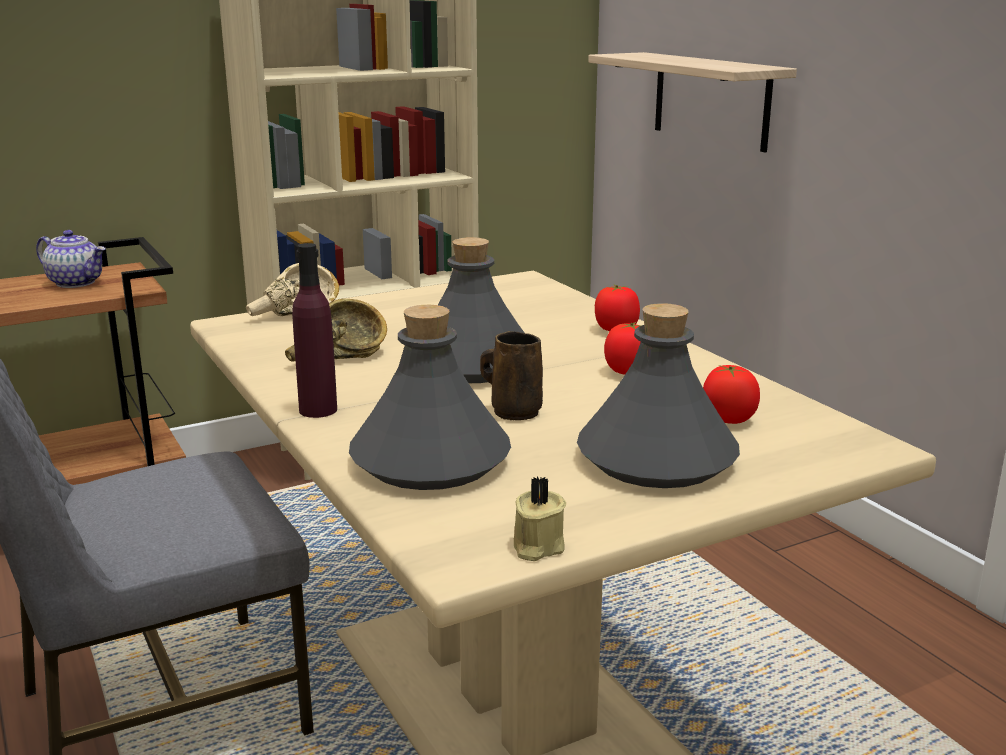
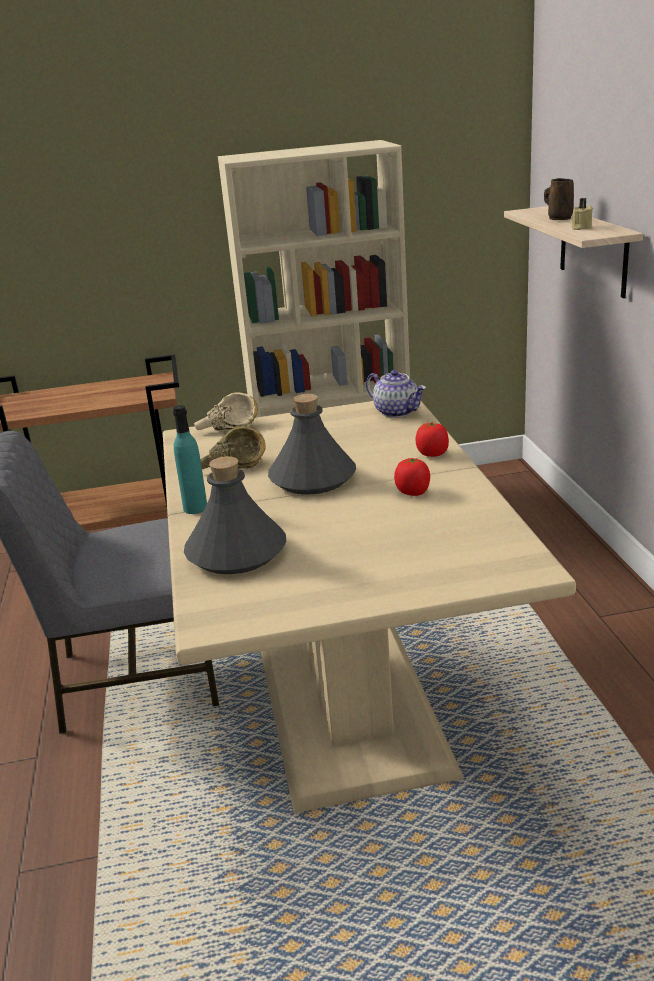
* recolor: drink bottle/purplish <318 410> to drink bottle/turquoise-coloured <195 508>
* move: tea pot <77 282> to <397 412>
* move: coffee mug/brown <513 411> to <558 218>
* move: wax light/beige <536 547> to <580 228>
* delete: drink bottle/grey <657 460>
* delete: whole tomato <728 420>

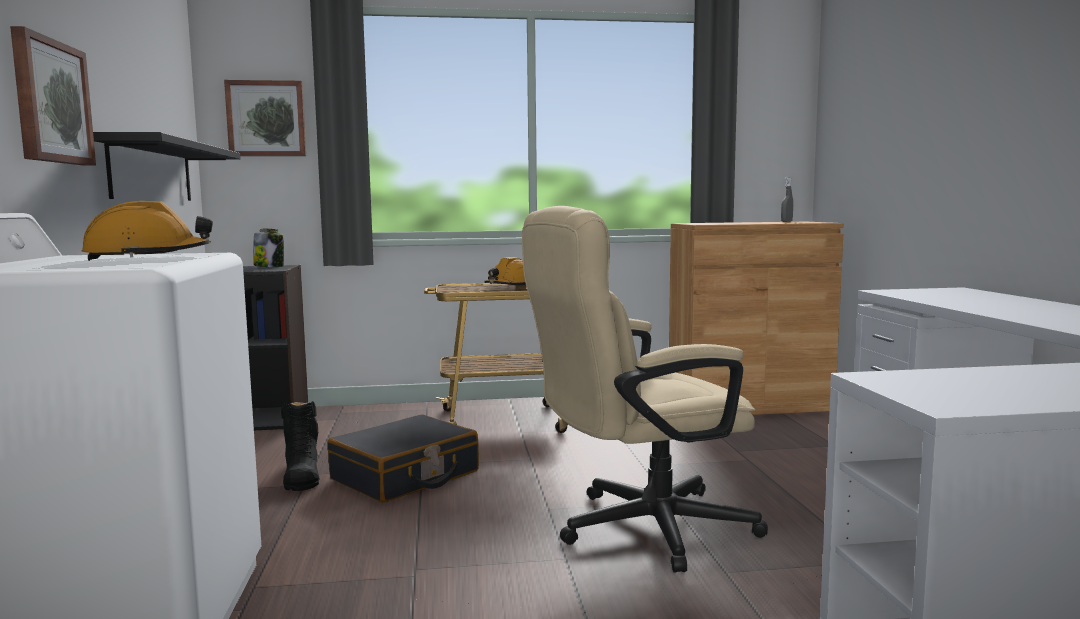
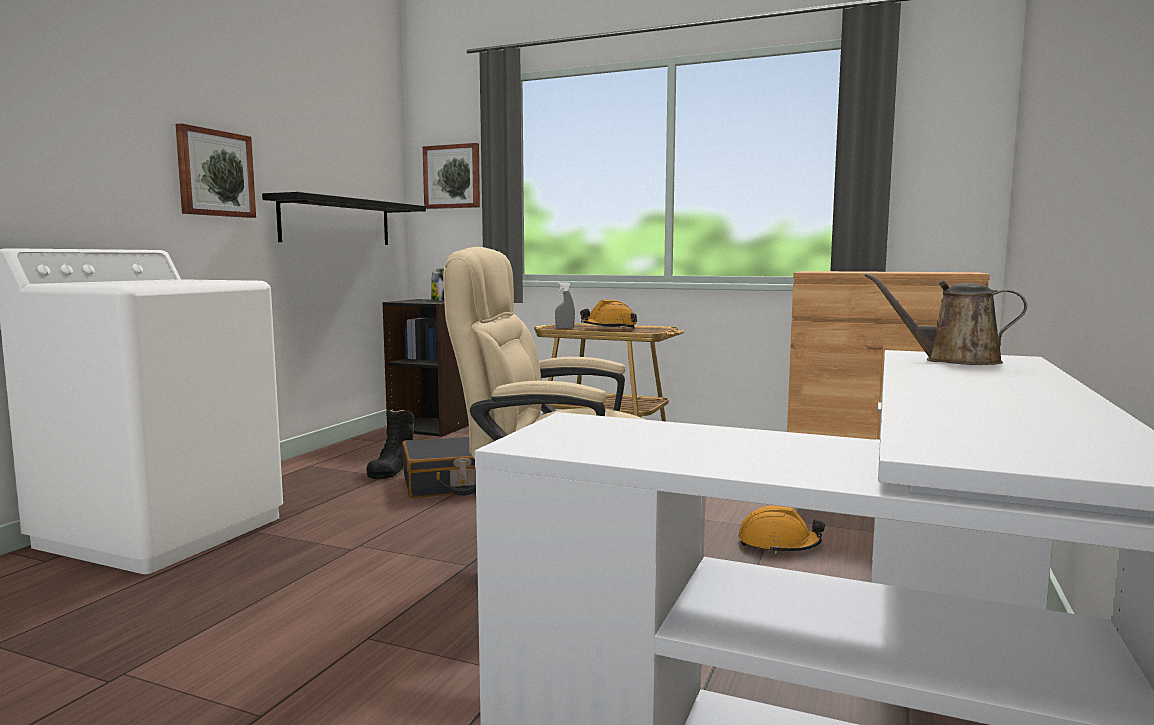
* move: hand sprayer/grey <786 221> to <564 328>
* move: hard hat/orange <148 258> to <778 544>
* insert: watering pot/brown <954 361>

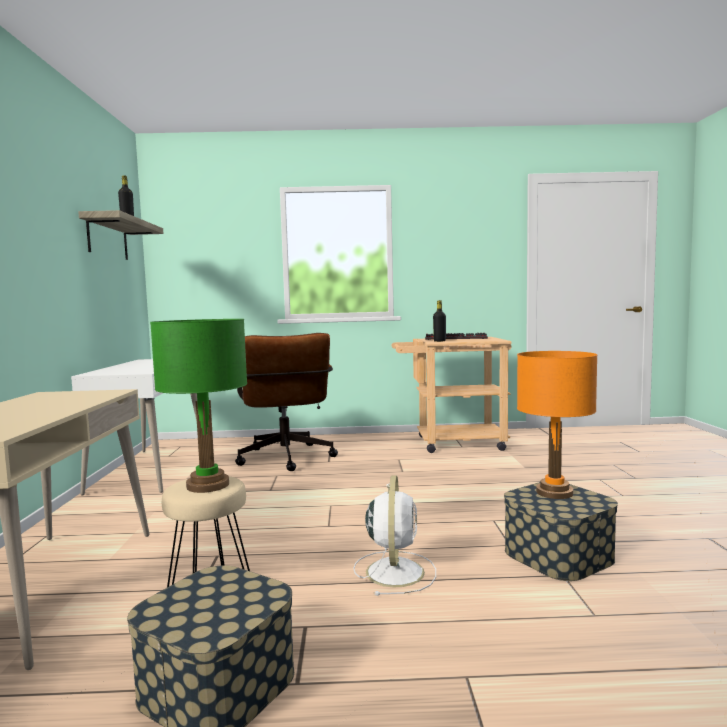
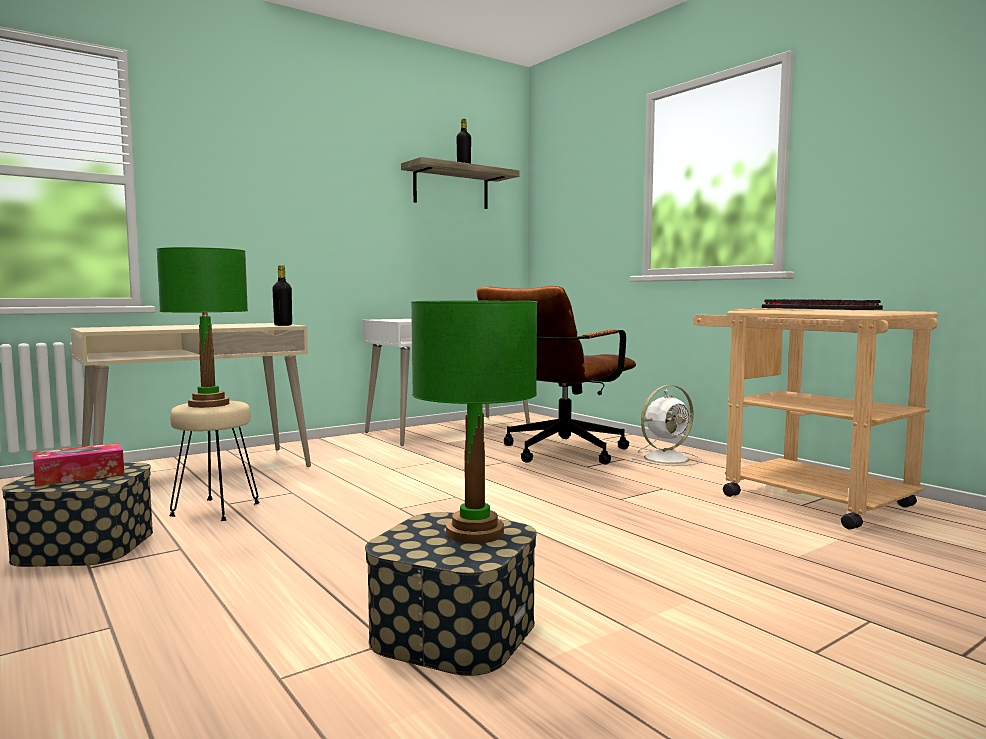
* insert: box of tissues <79 476>
* move: drink bottle/black-coloured <439 341> to <283 325>
* recolor: tabletop lamp/orange <554 492> to tabletop lamp/greenish <475 533>
* move: cooling fan/white <395 571> to <668 458>

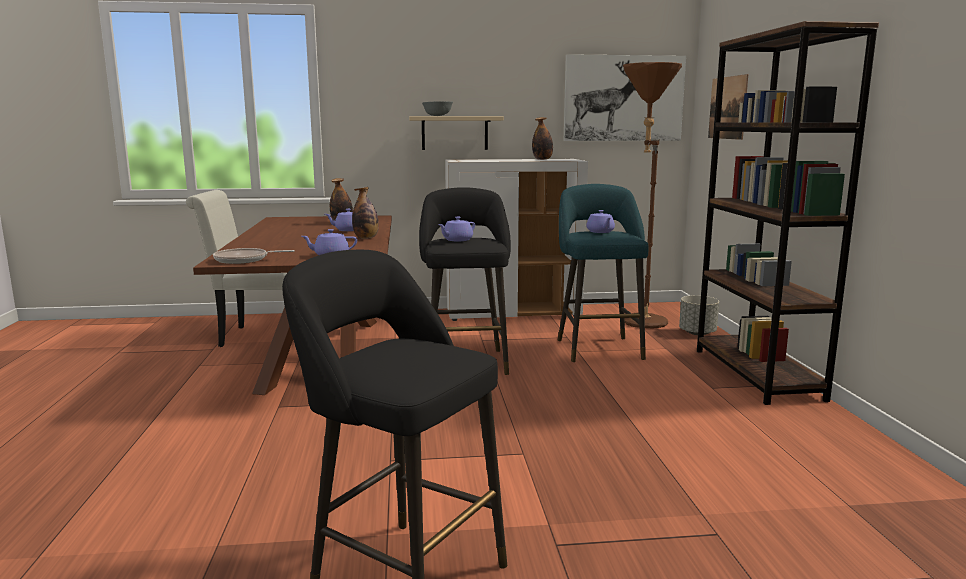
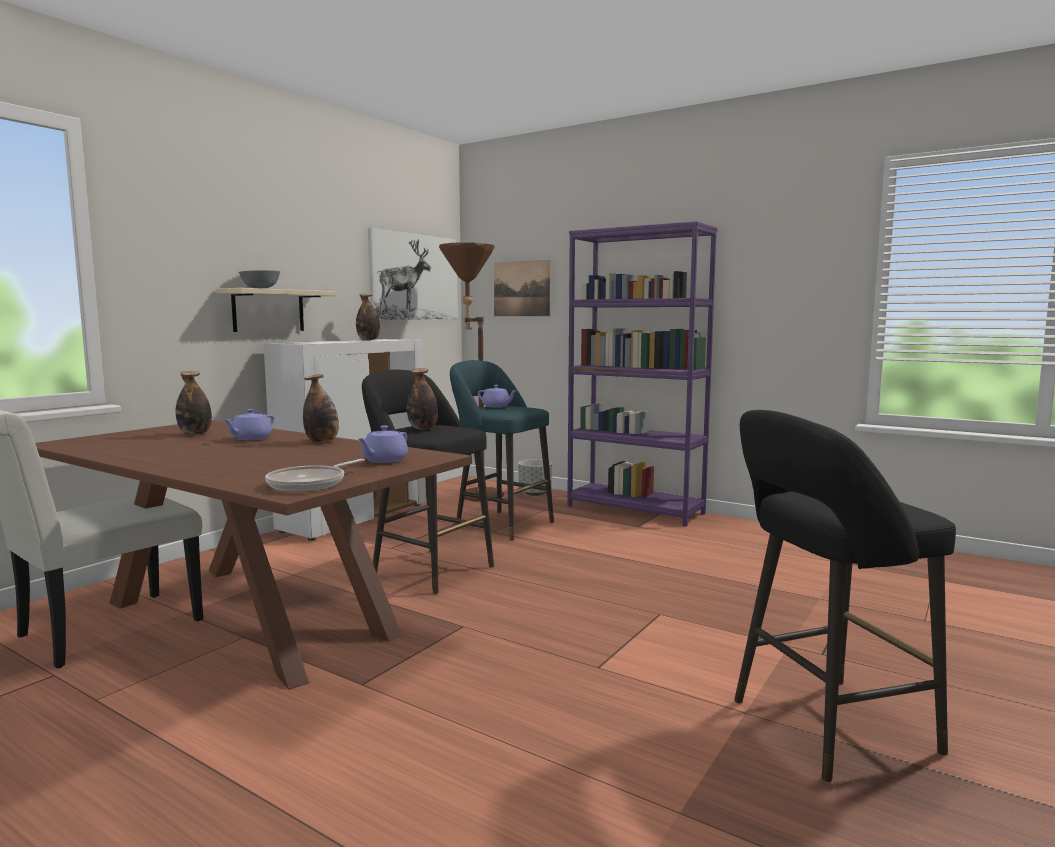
* replace: tea pot/purplish <457 240> to drink bottle <423 428>
* recolor: shelving unit/brown <757 374> to shelving unit/purplish <635 510>

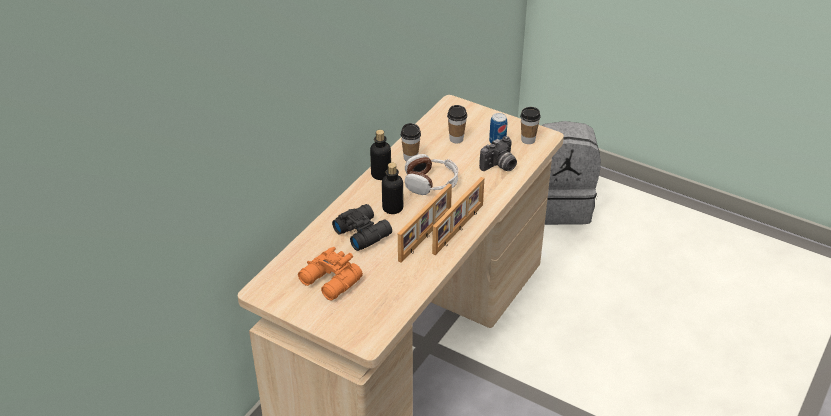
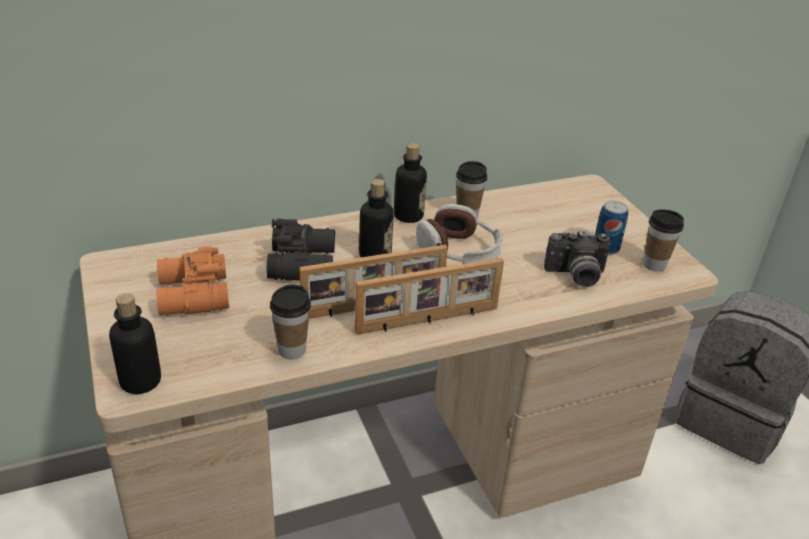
* insert: drink bottle <140 381>
* move: small cup <456 139> to <292 350>

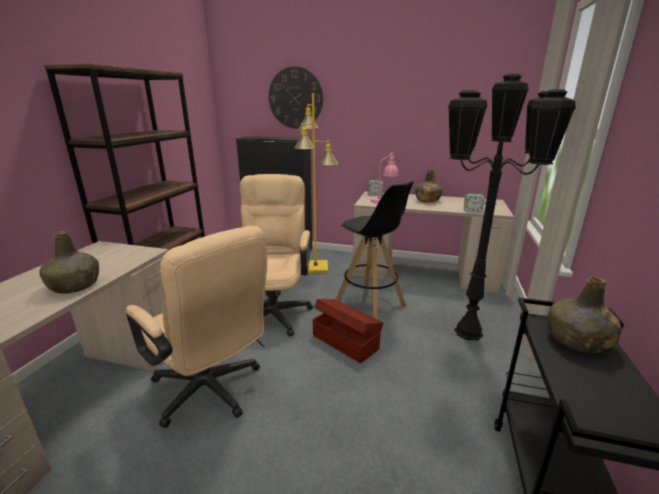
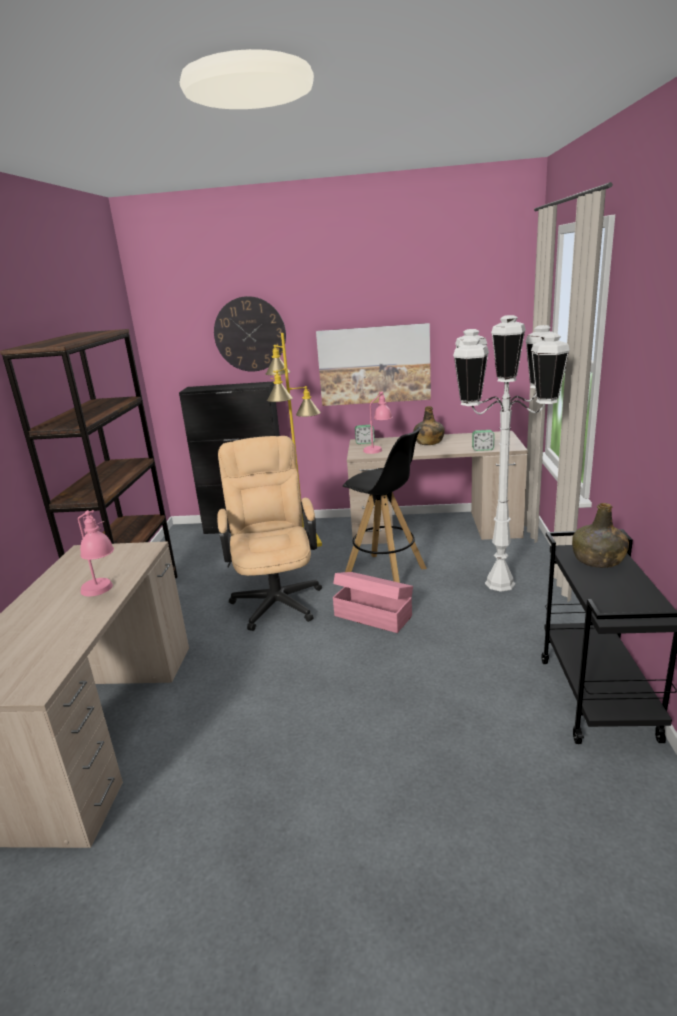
* replace: drink bottle/greenish <75 286> to tabletop lamp/pinkish <103 592>
* insert: wall art <374 365>
* recolor: storage container/brown <345 341> to storage container/pinkish <372 615>
* recolor: standard lamp/black-coloured <468 332> to standard lamp/white <499 583>
* delete: computer chair/beige <212 392>

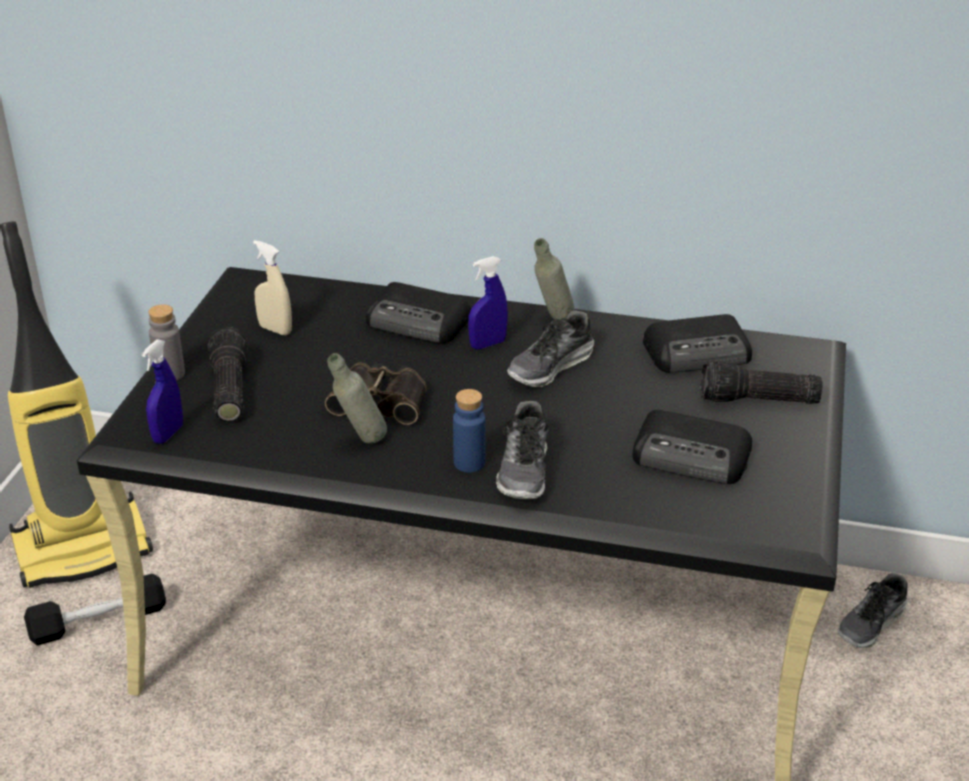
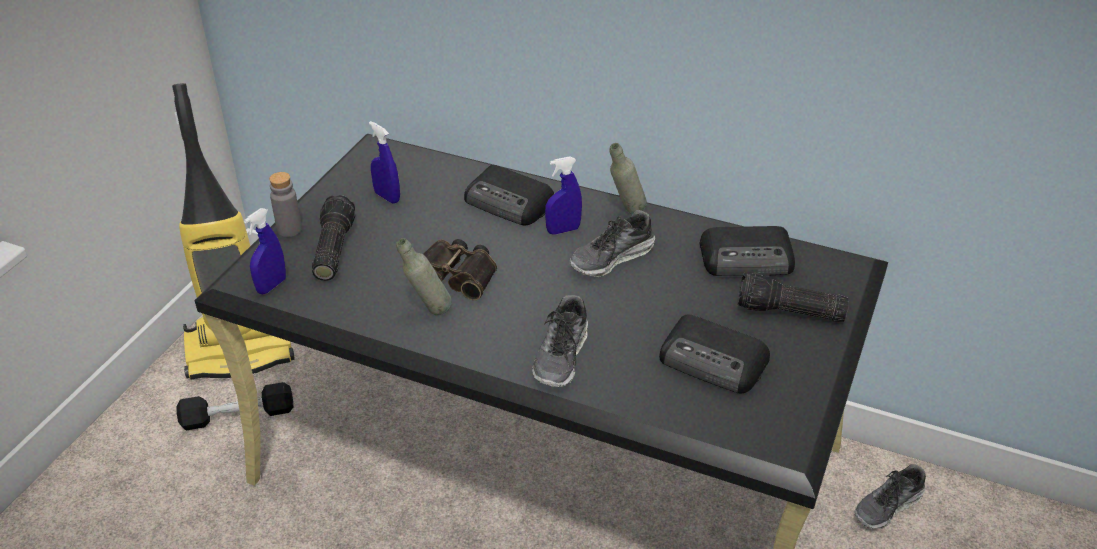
* recolor: hand sprayer/beige <275 329> to hand sprayer/blue-coloured <387 197>
* delete: drink bottle/blue-coloured <469 463>

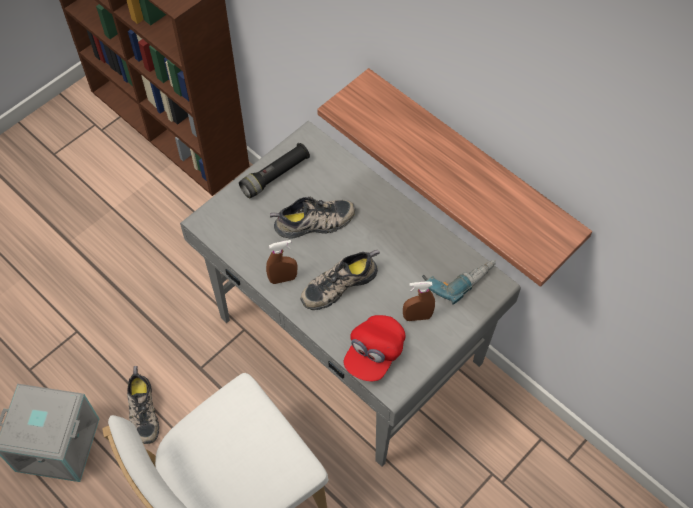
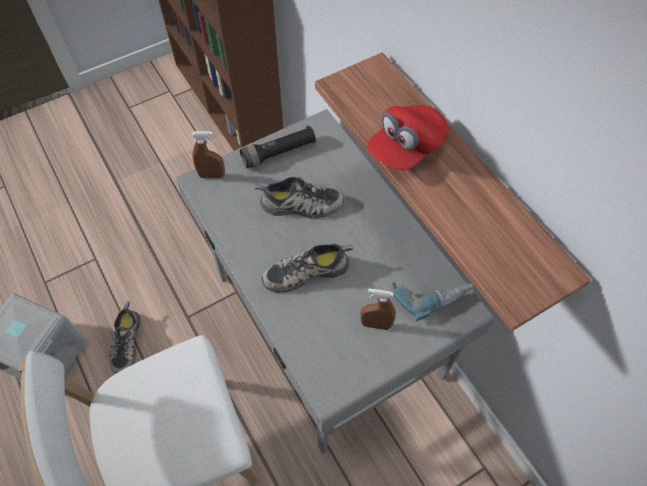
* move: hand sprayer/brown <283 279> to <212 175>
* move: peaked cap/red-coloured <374 354> to <406 148>

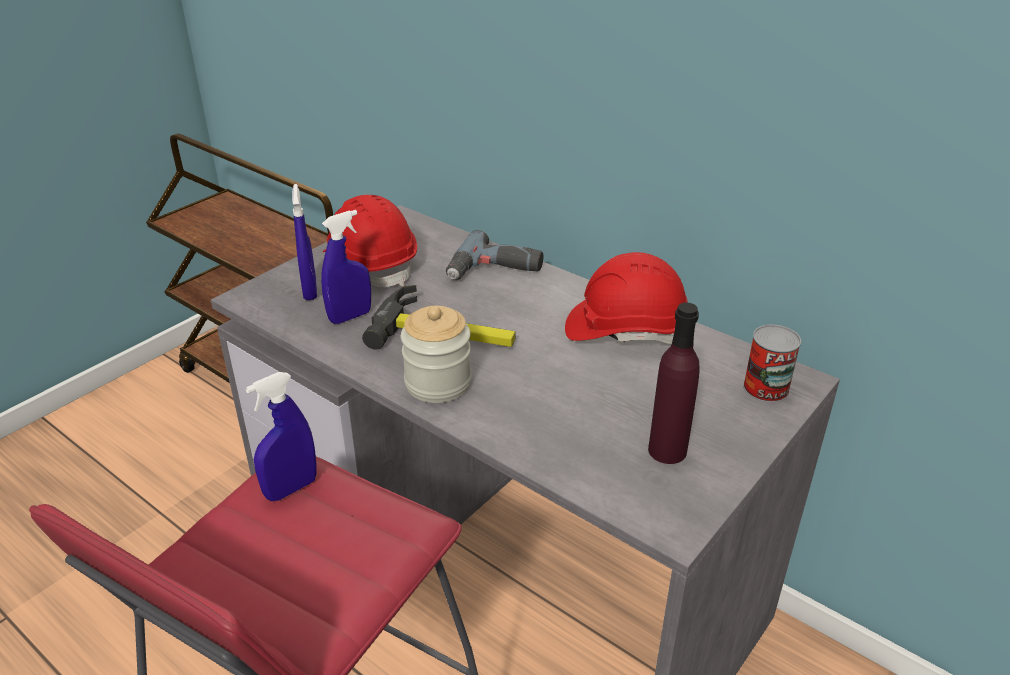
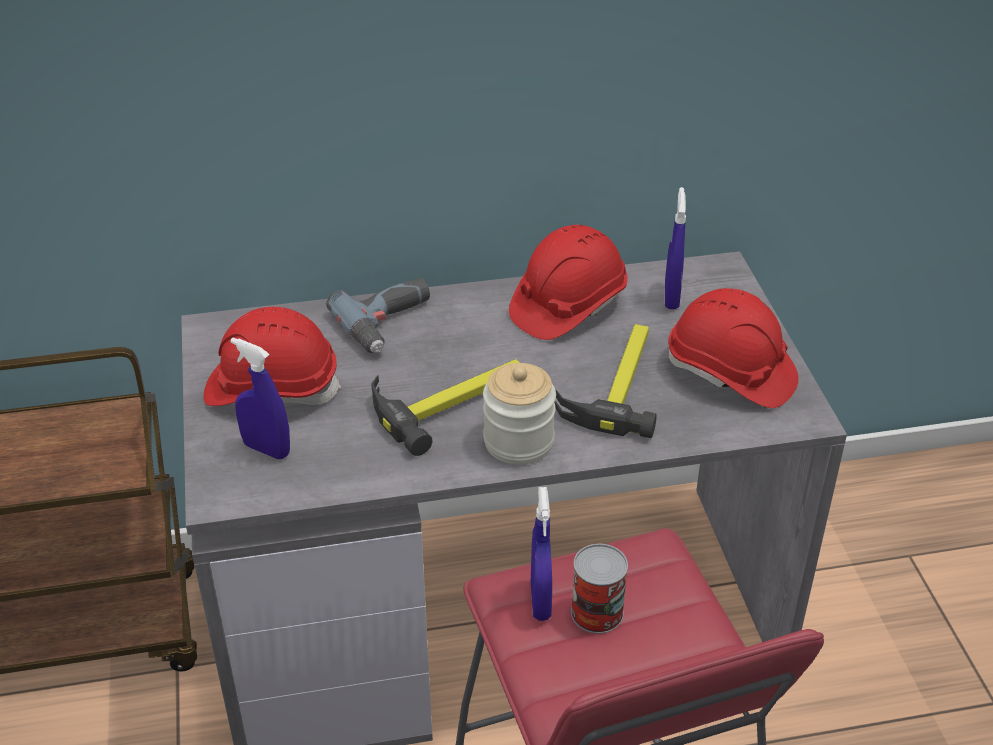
* insert: hand hammer <616 383>
* move: metal can <766 388> to <597 612>
* move: hand sprayer/blue-coloured <350 317> to <671 297>
* replace: drink bottle/purplish <667 450> to hard hat/red-coloured <730 373>

